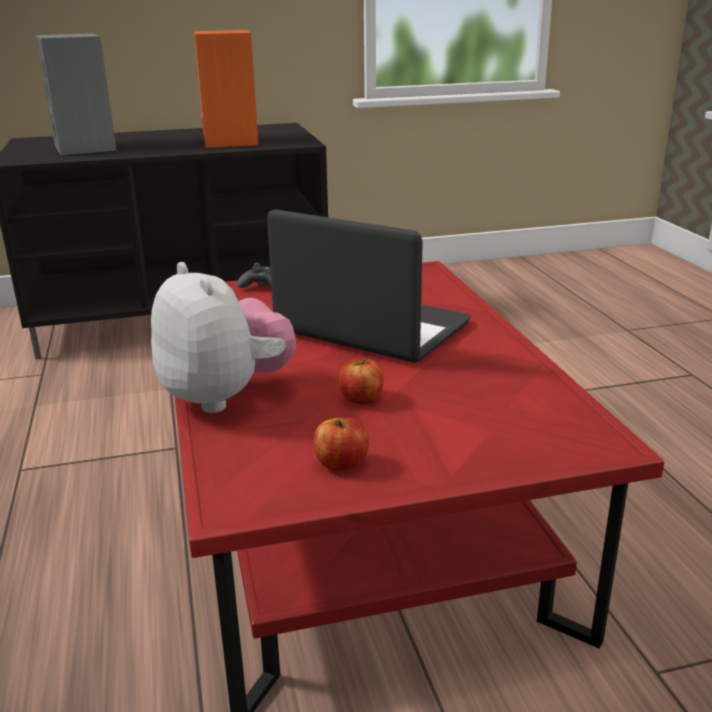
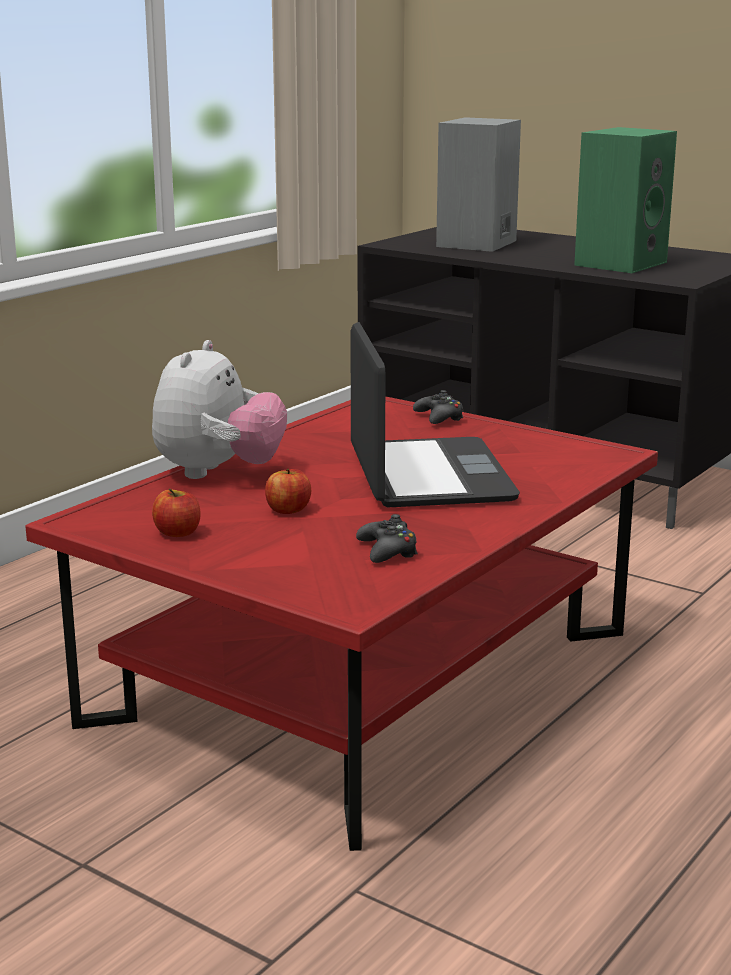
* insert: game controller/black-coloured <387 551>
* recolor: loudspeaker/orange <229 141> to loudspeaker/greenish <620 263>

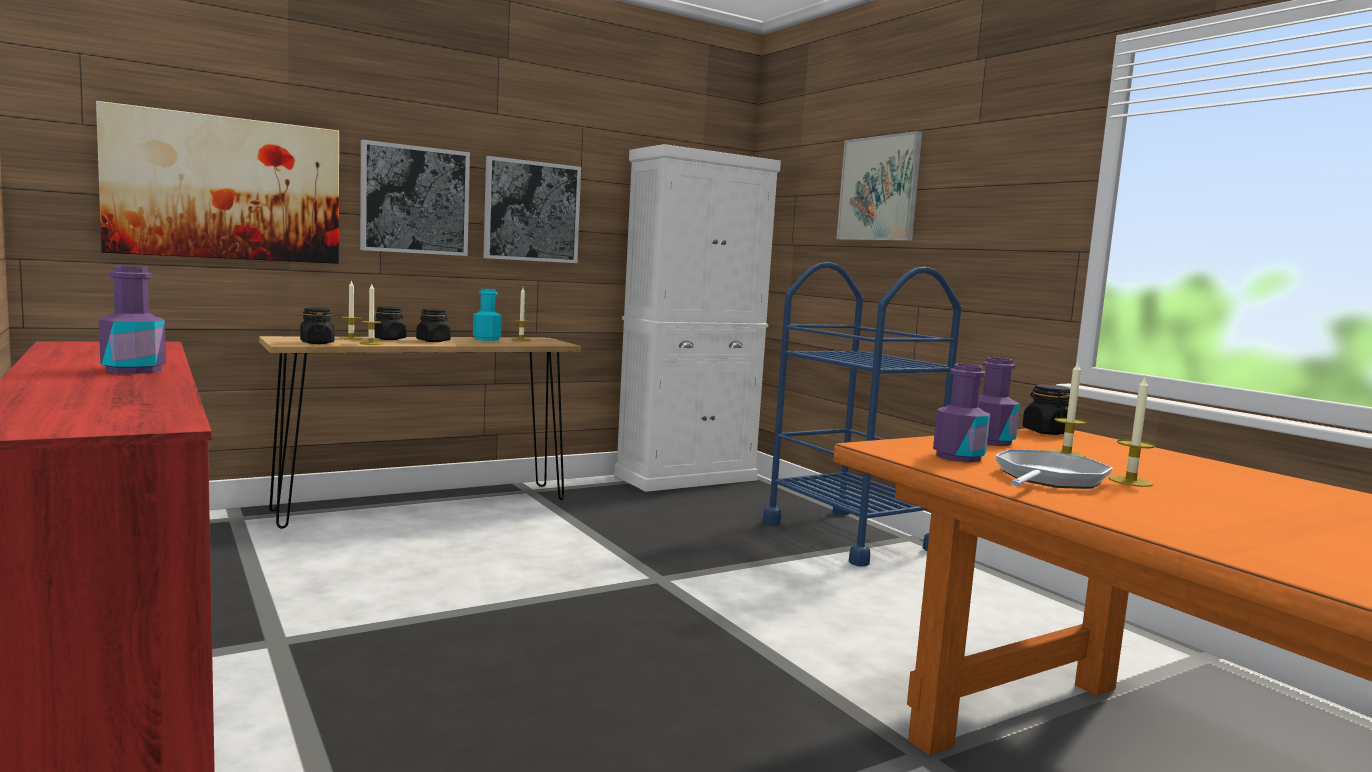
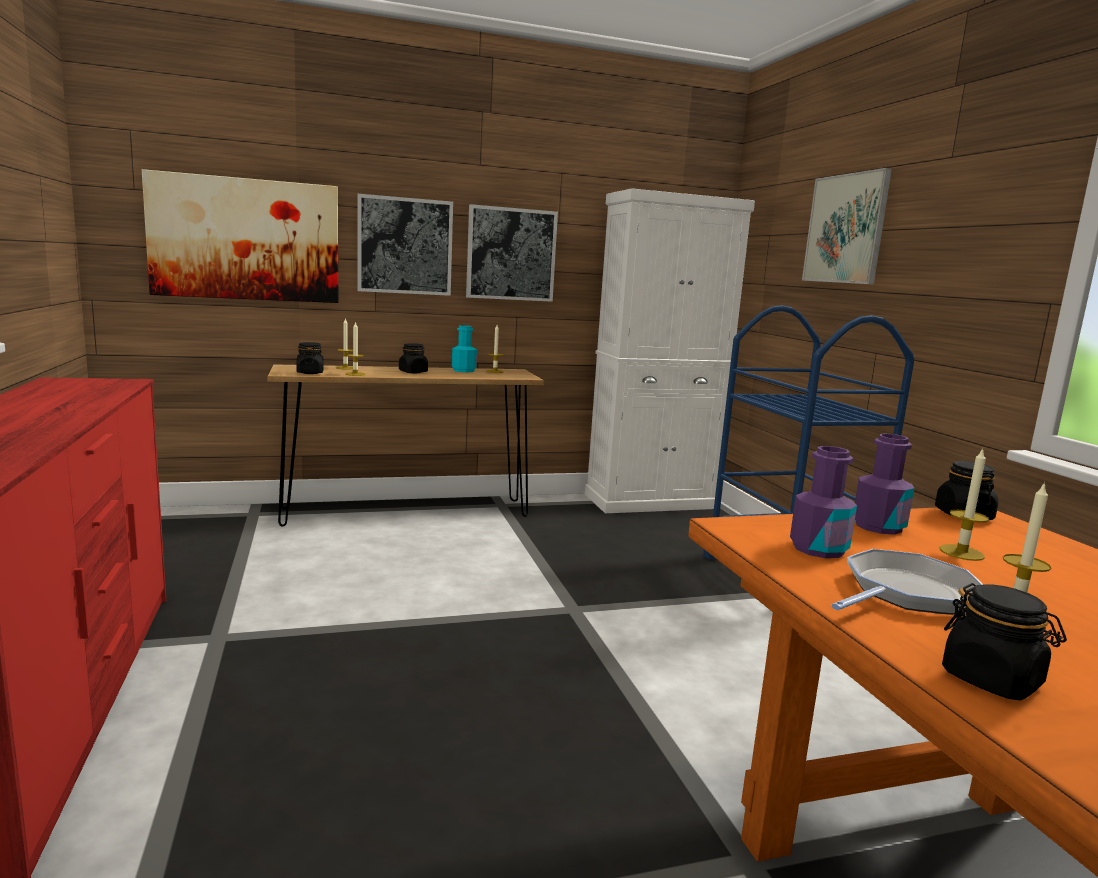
* move: jar/black-coloured <389 339> to <992 680>
* delete: drink bottle/purplish <133 370>

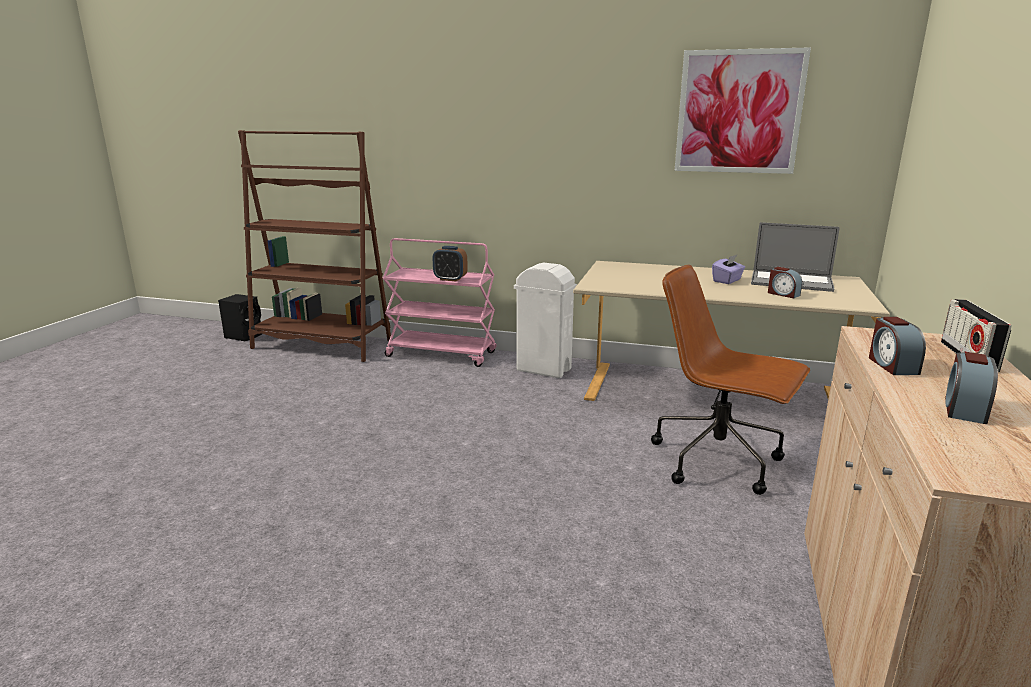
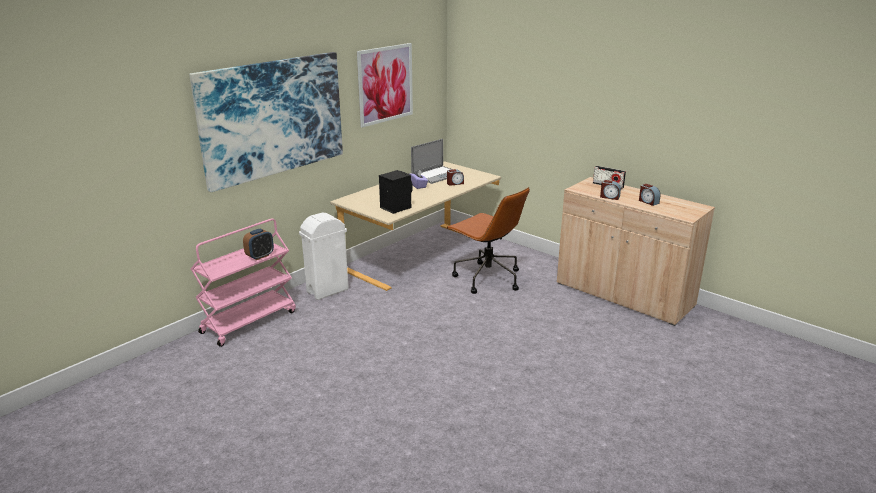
* insert: wall art <273 118>
* move: loudspeaker/black-coloured <244 336> to <395 207>
* rotate: computer chair/brown <719 461> = <486 278> 105 degrees counterclockwise
* delete: shelving unit/brown <322 344>

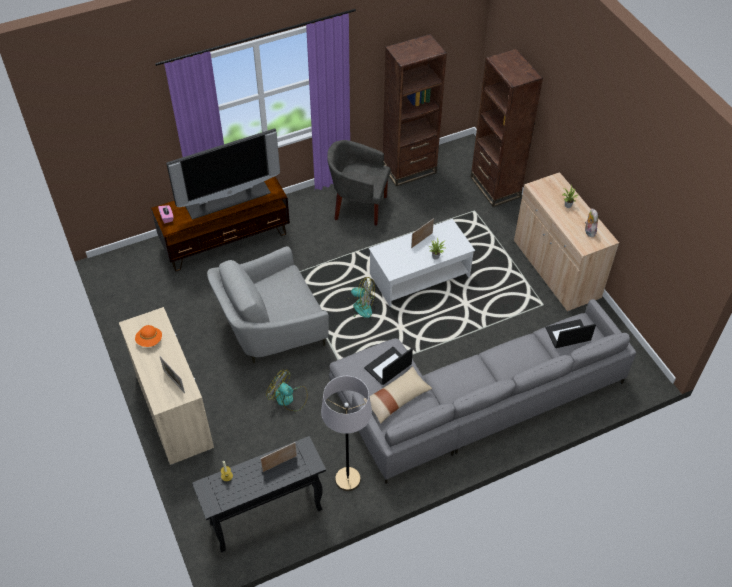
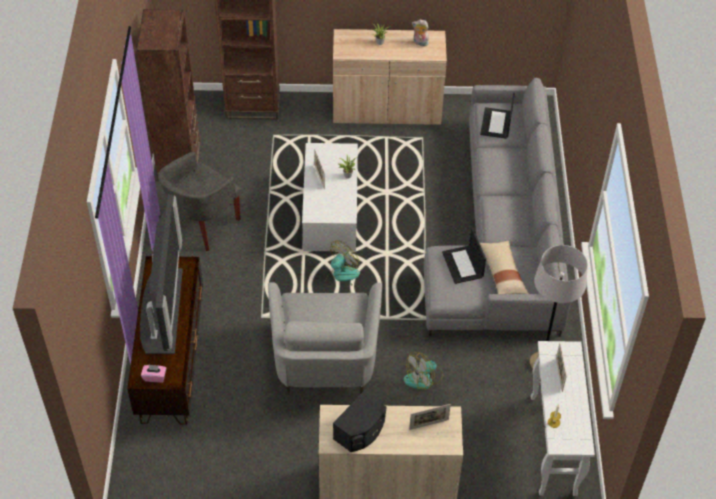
* replace: wearable hat/orange <149 340> to loudspeaker/black-coloured <361 431>
* recolor: console table/black-coloured <265 517> to console table/white <553 446>

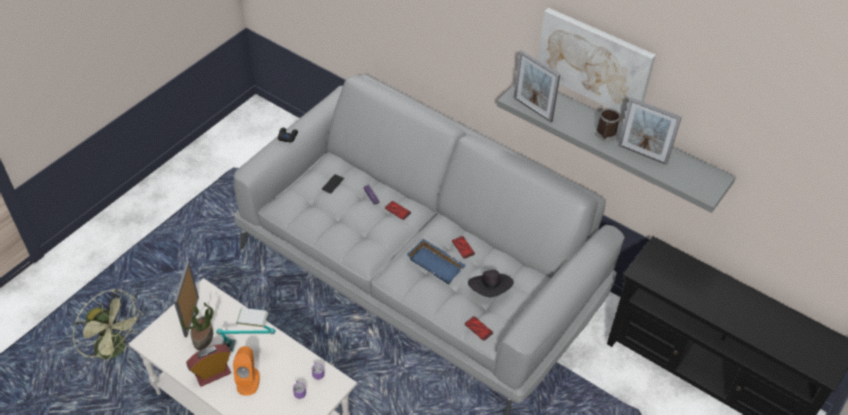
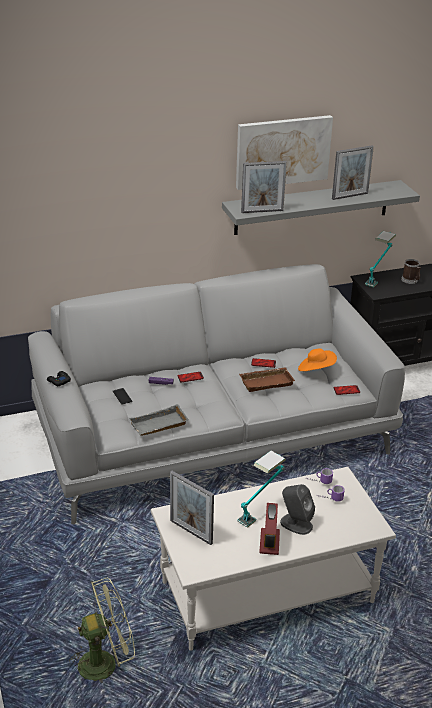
* insert: carrying tray/grey <159 426>
* recolor: carrying tray/blue-coloured <437 264> to carrying tray/brown <266 382>
* recolor: loudspeaker/orange <248 380> to loudspeaker/grey <296 524>
* recolor: wearable hat/black-coloured <490 290> to wearable hat/orange <316 370>
* insert: tabletop lamp <377 277>
* move: coffee mug <605 135> to <411 280>
* delete: houseplant <203 338>

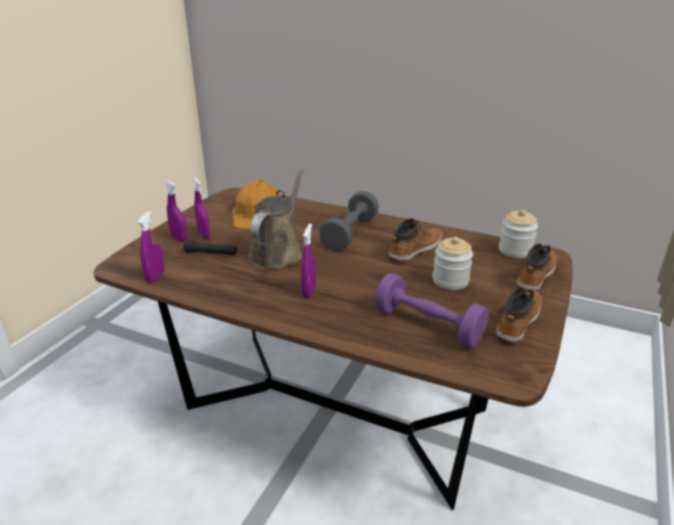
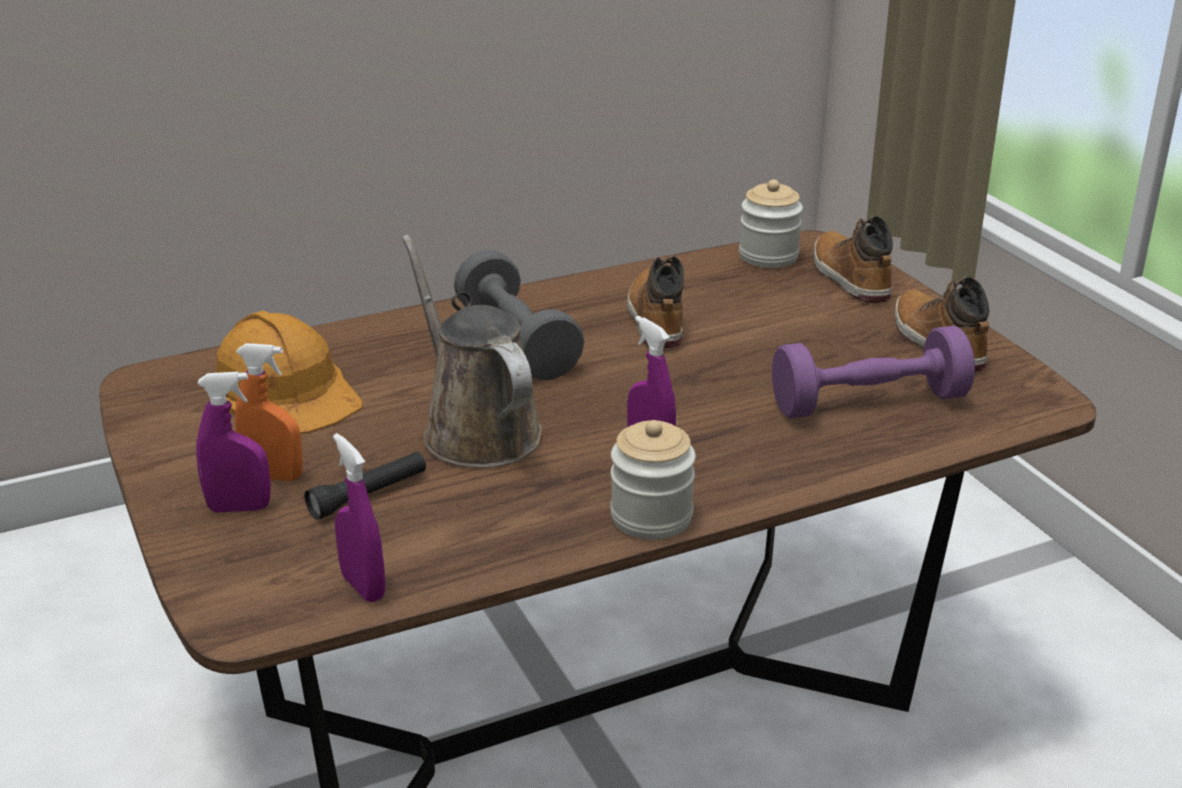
* recolor: hand sprayer/purplish <204 235> to hand sprayer/orange <273 476>
* move: jar <450 281> to <651 517>

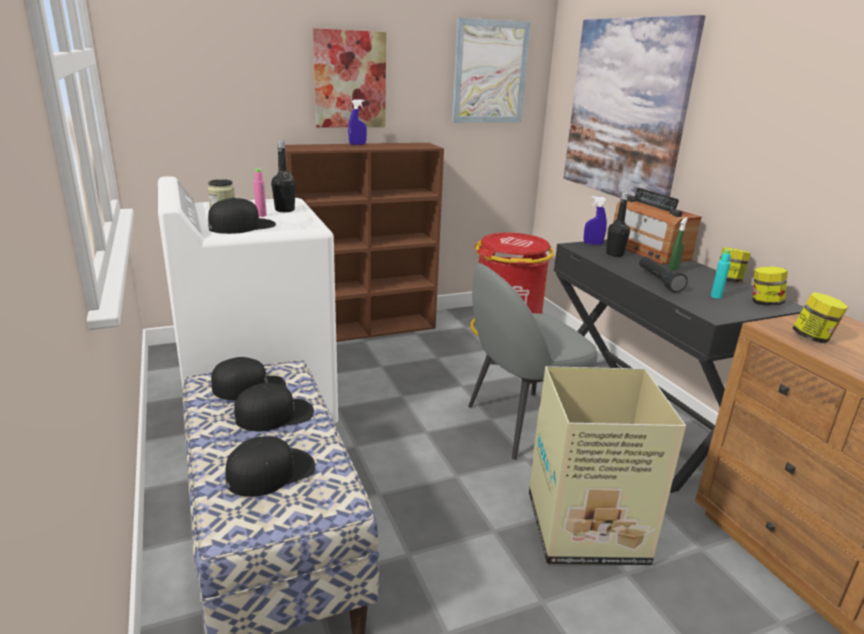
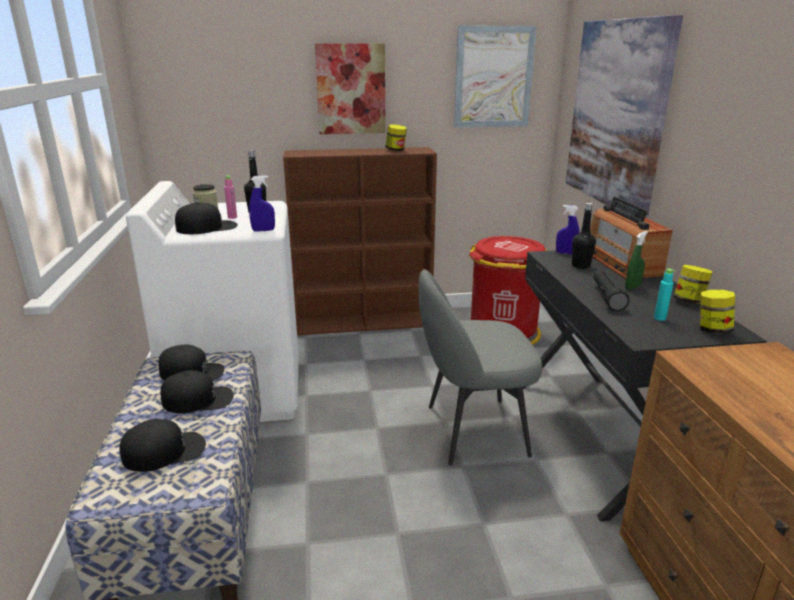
* move: hand sprayer/blue-coloured <357 144> to <263 230>
* move: jar <813 338> to <396 150>
* delete: cardboard box <588 528>

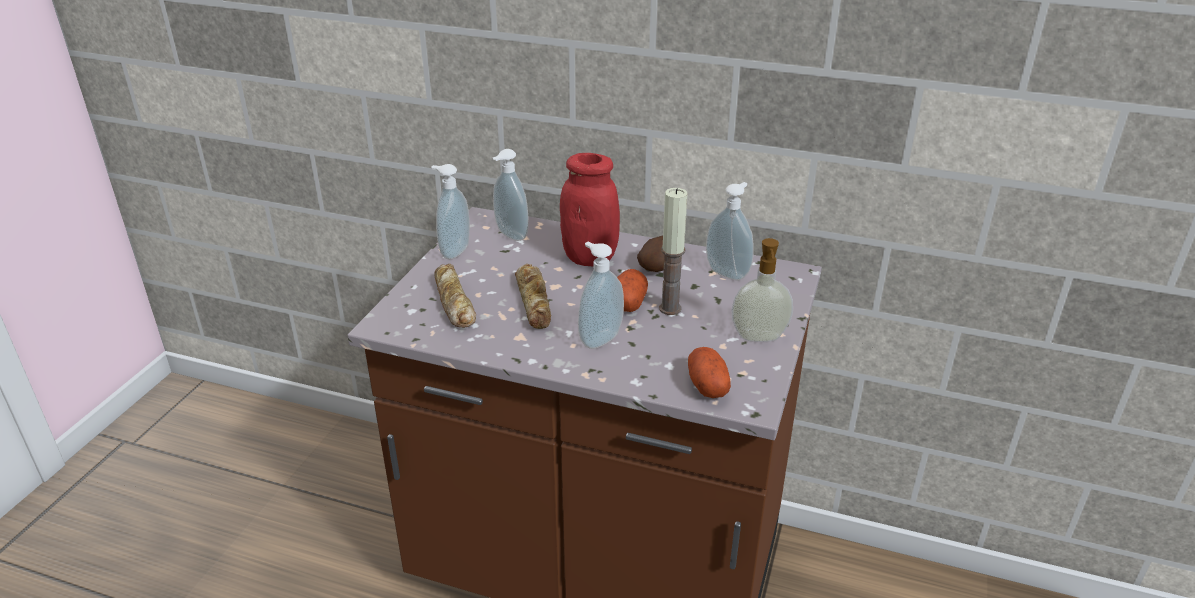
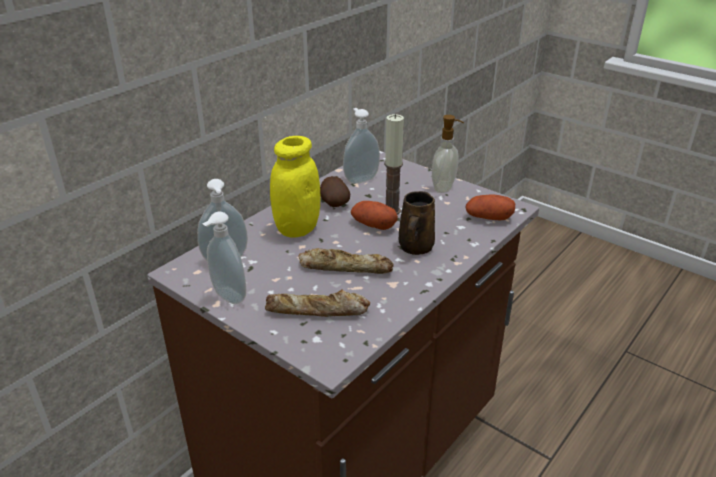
* recolor: jar/red-coloured <590 258> to jar/yellow-coloured <297 228>
* replace: soap dispenser <599 339> to coffee mug/brown <415 247>

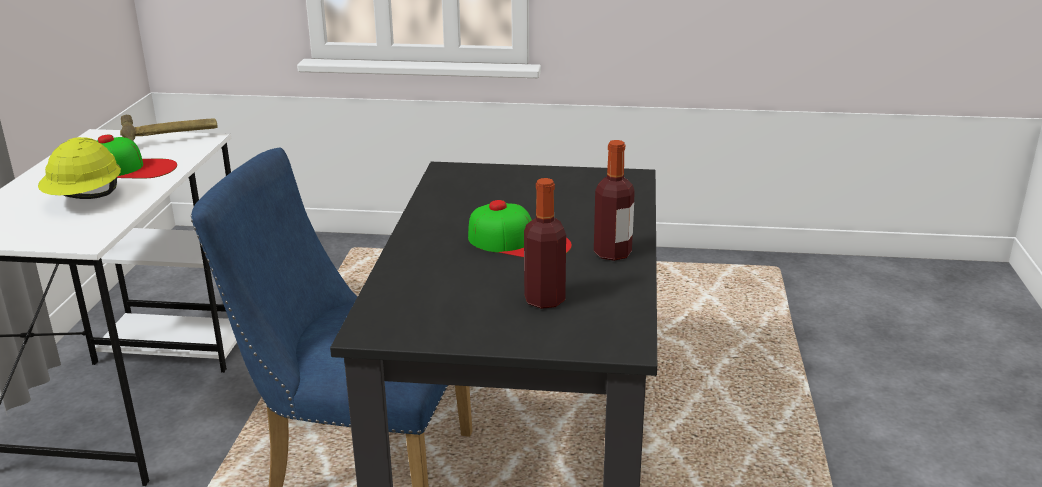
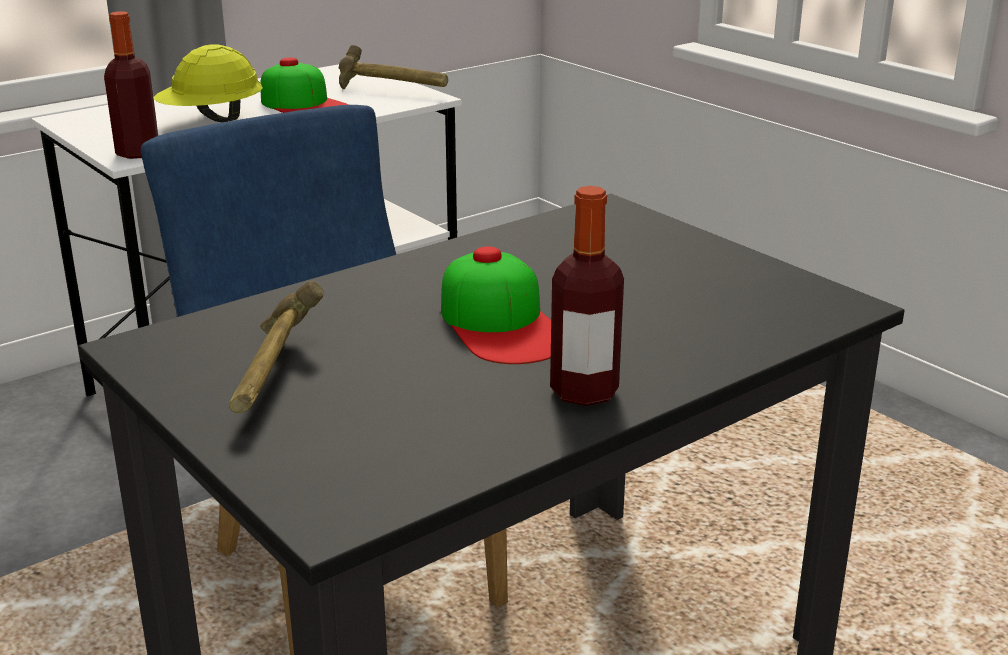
* move: drink bottle <544 300> to <138 153>
* insert: hand hammer <271 378>

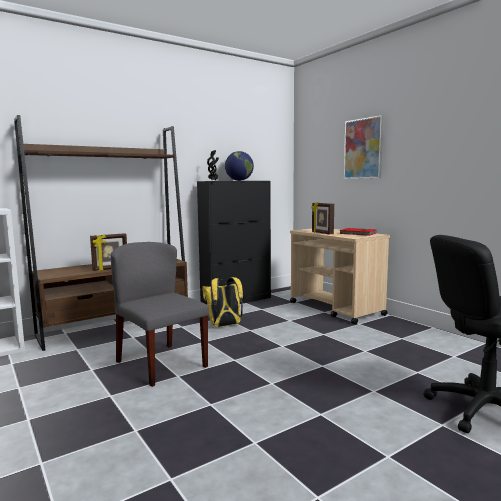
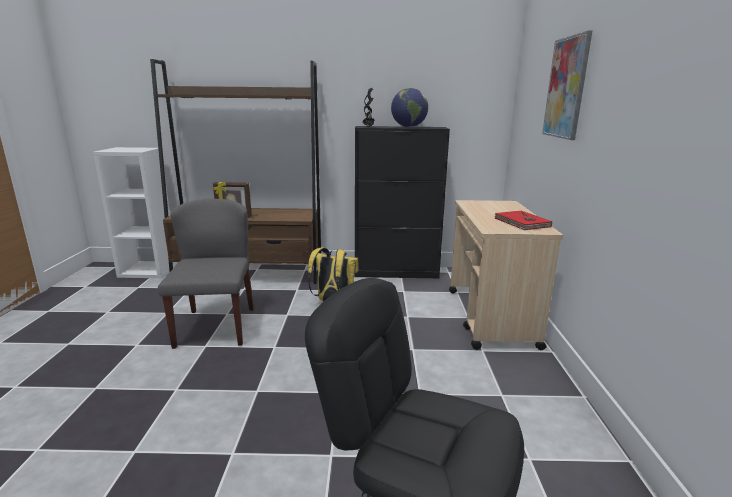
* delete: picture frame <322 233>

